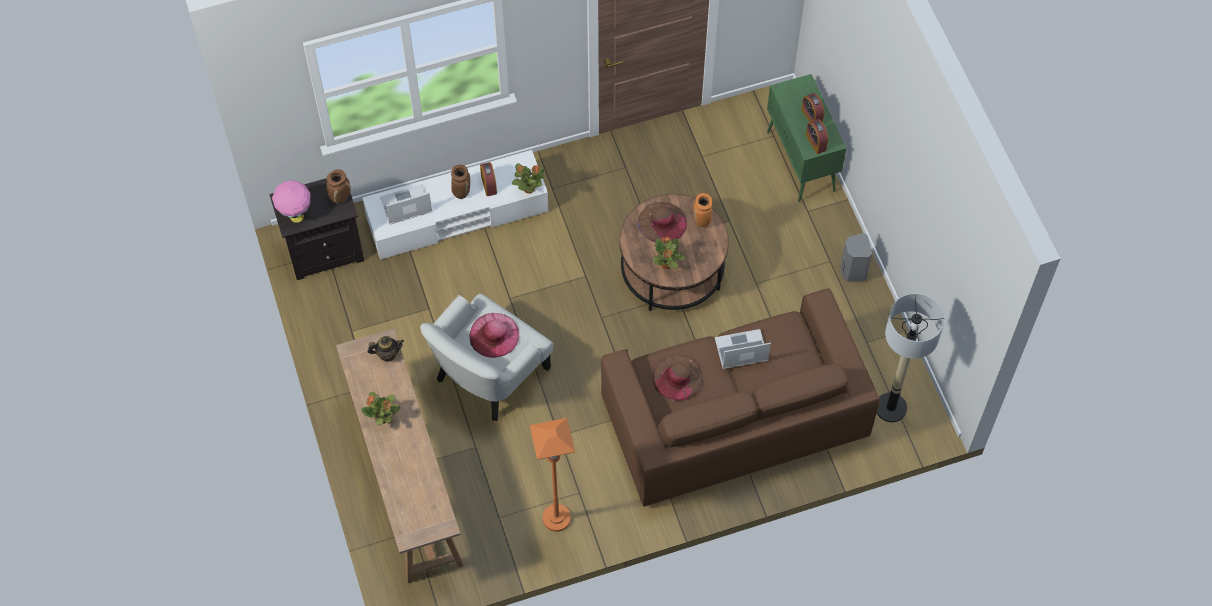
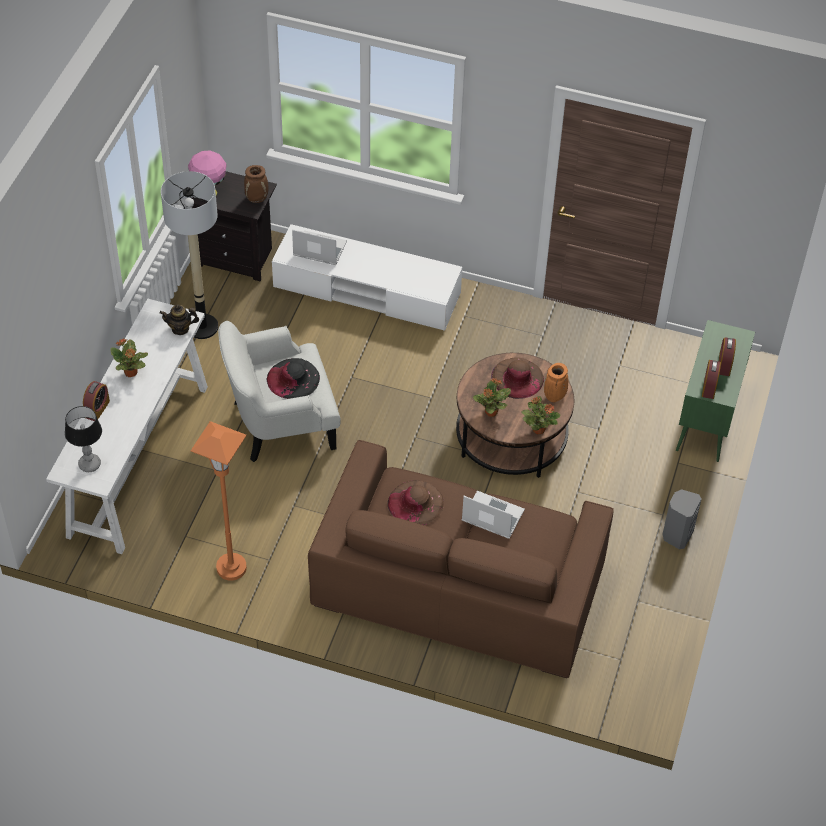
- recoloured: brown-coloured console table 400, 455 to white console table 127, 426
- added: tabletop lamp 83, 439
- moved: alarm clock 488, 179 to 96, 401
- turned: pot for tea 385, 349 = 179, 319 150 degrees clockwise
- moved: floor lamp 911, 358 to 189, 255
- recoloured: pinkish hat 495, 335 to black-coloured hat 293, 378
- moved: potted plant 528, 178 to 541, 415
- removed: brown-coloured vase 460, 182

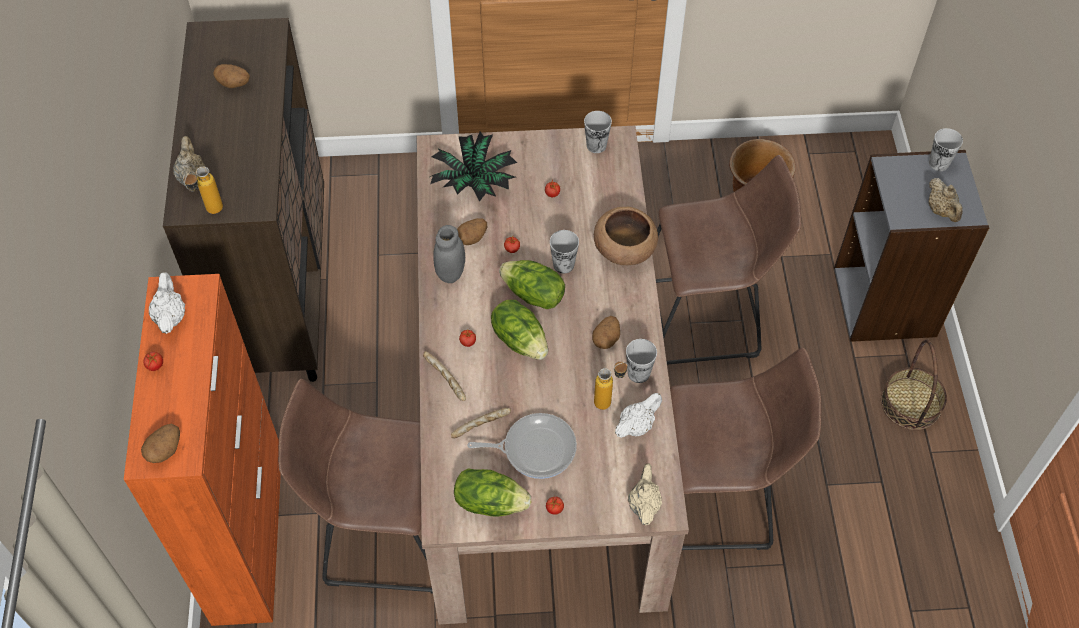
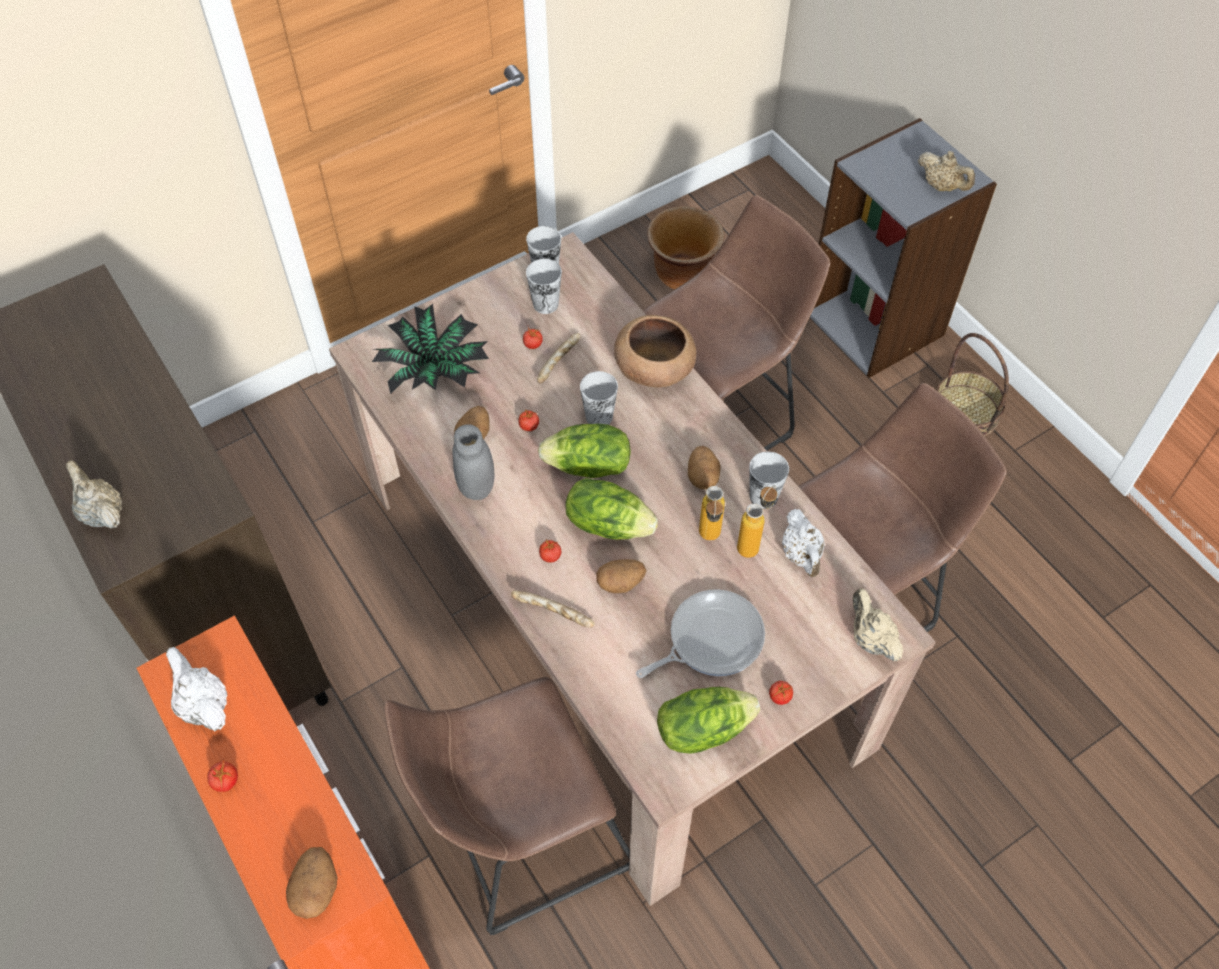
- moved: drinking cup 946, 149 to 544, 286
- moved: bakery bread 481, 423 to 558, 358
- moved: whole potato 231, 76 to 621, 576
- moved: beverage bottle 203, 190 to 712, 513
- turned: white pot for tea 638, 415 = 803, 543 150 degrees clockwise

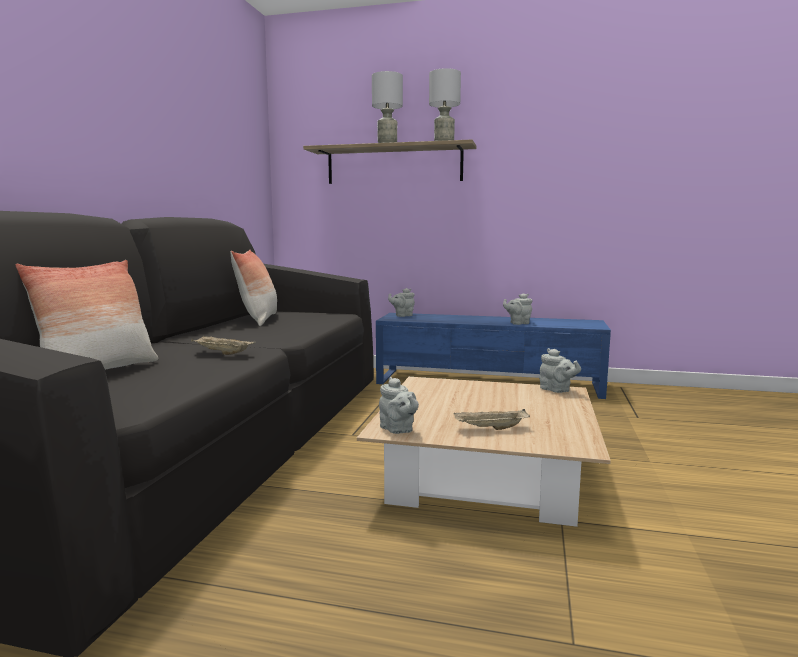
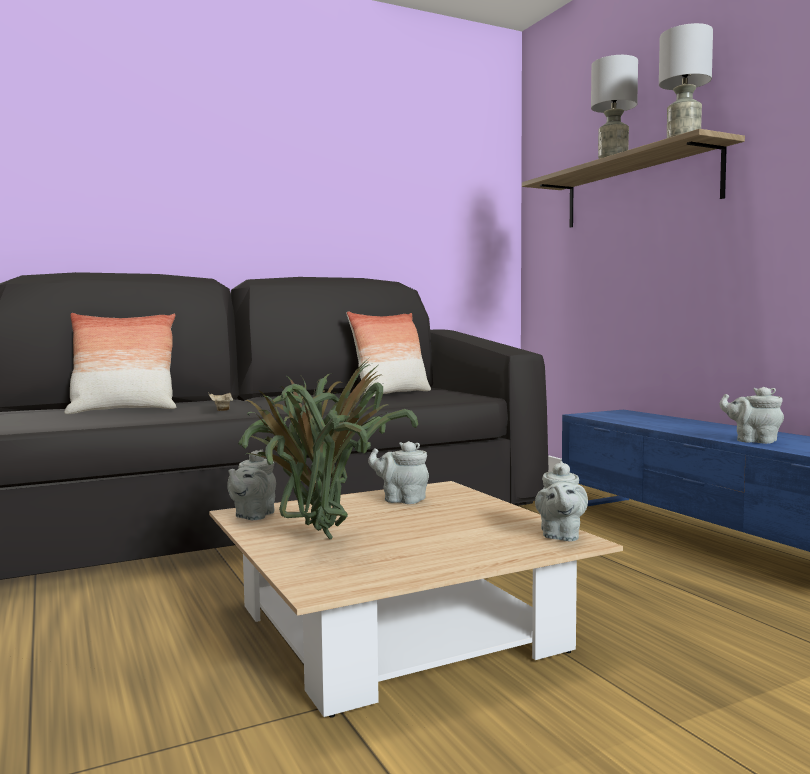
- replaced: beige tray 491, 419 to potted plant 328, 449
- moved: gray pot for tea 401, 302 to 398, 472

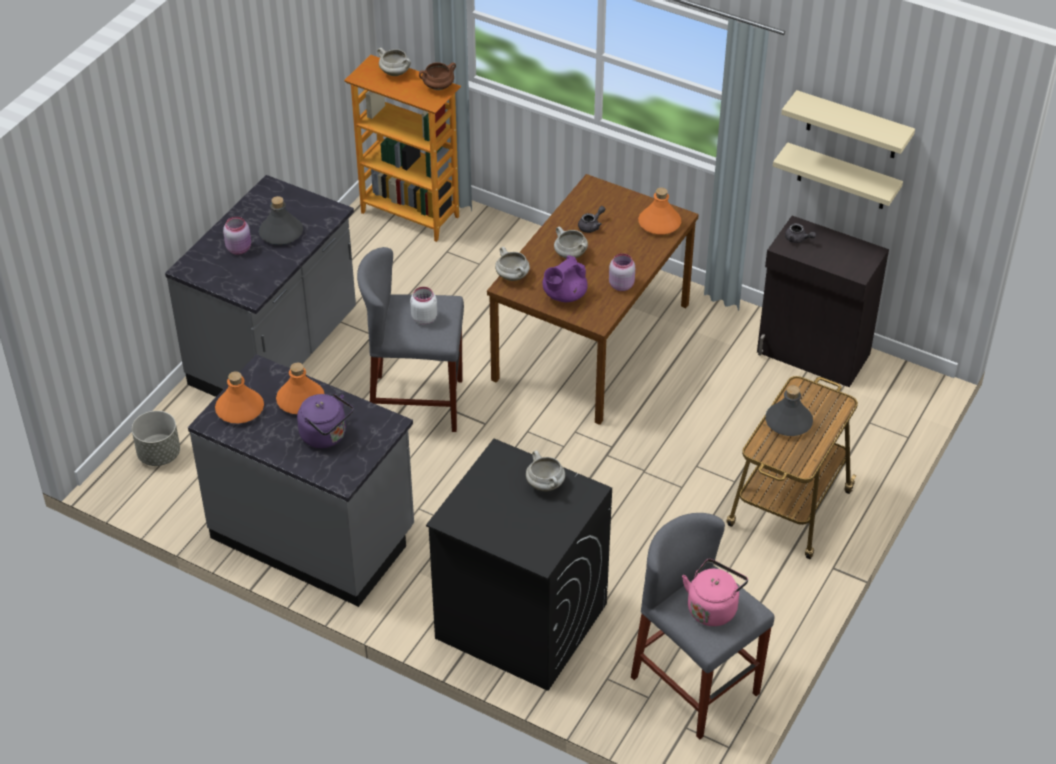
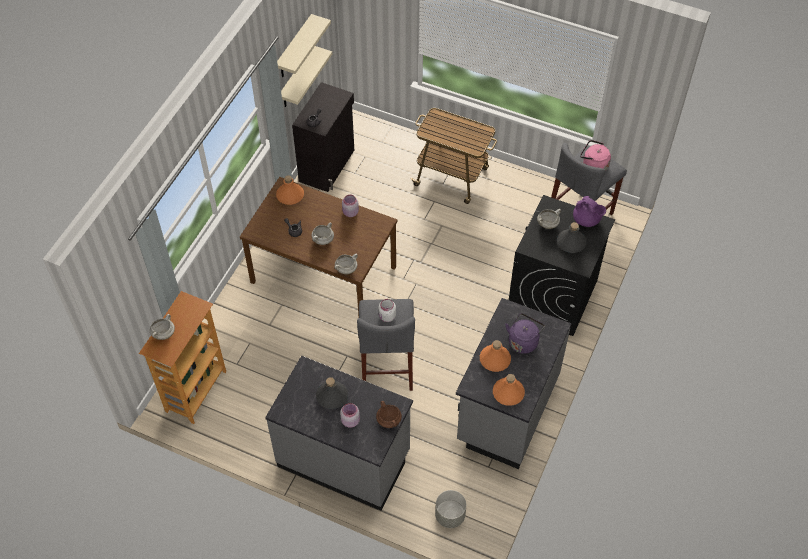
- moved: brown-coloured saucepot 437, 76 to 389, 414
- moved: gray beverage bottle 789, 410 to 572, 237
- moved: purple-coloured pot for tea 565, 278 to 589, 211

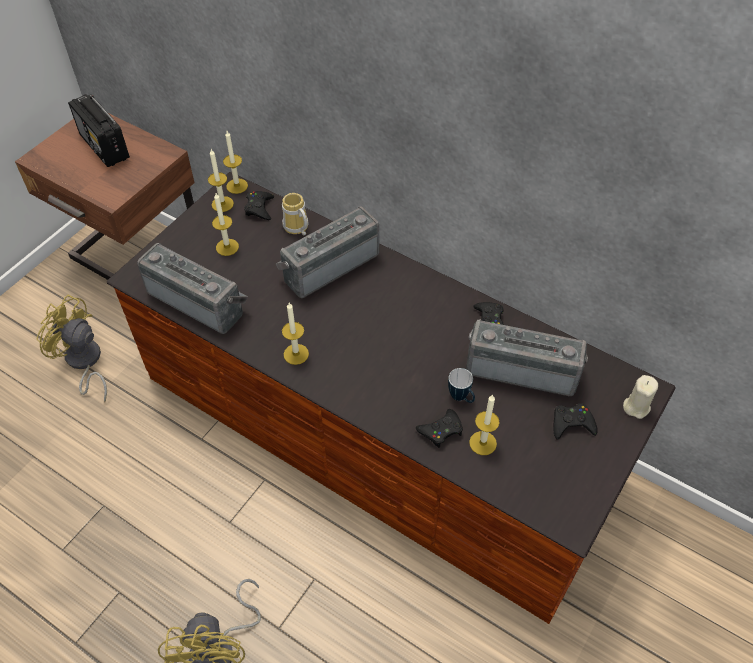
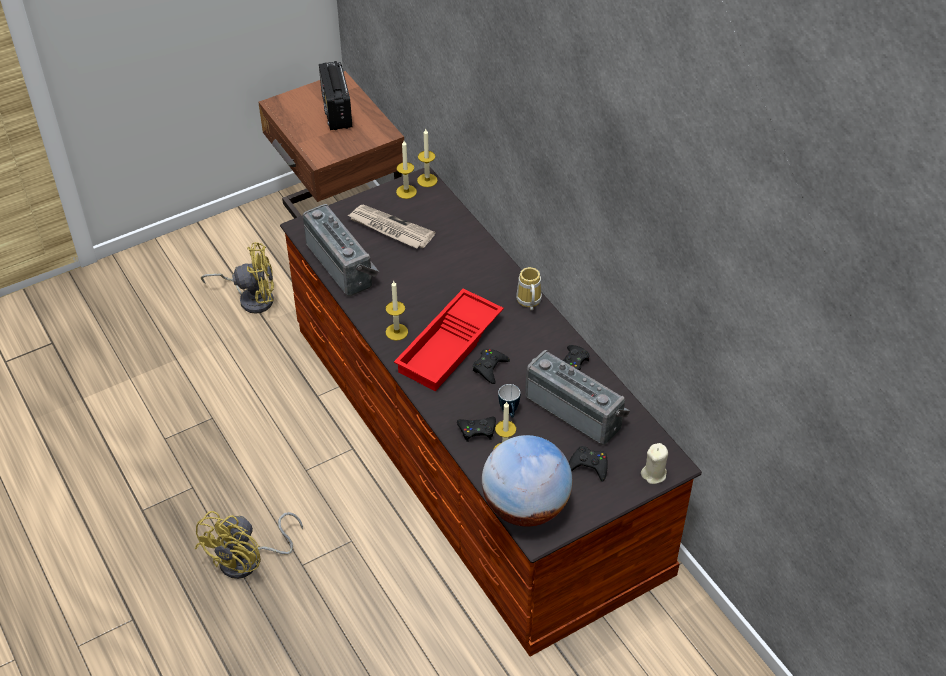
- turned: yellow electric fan 72, 348 = 237, 278 120 degrees clockwise
- replaced: candle 225, 224 to newspaper 391, 227
- added: red tray 449, 340
- moved: black-coloured joypad 259, 205 to 491, 366
- added: globe 527, 481
- moved: mug 295, 214 to 529, 288
- removed: radio set 327, 252

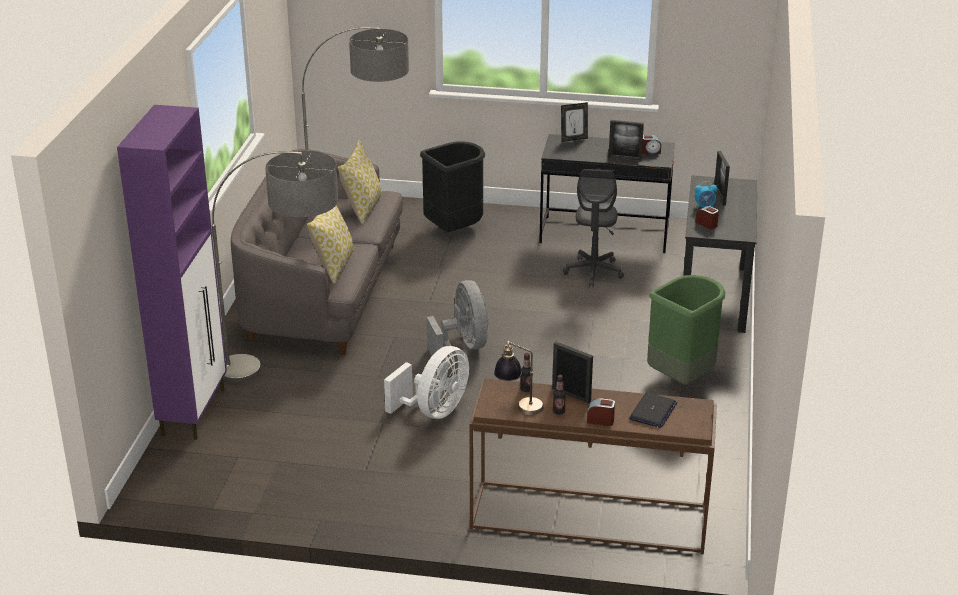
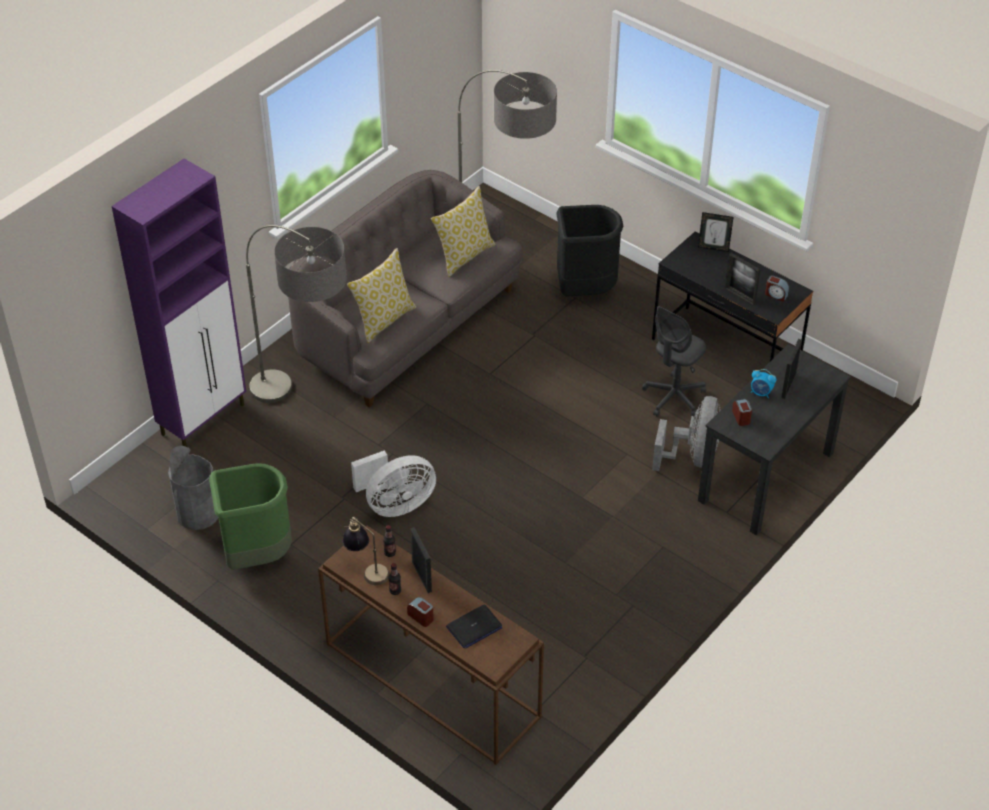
- added: gray waste bin 193, 488
- moved: greenish waste bin 686, 330 to 250, 516
- moved: gray electric fan 458, 323 to 686, 433

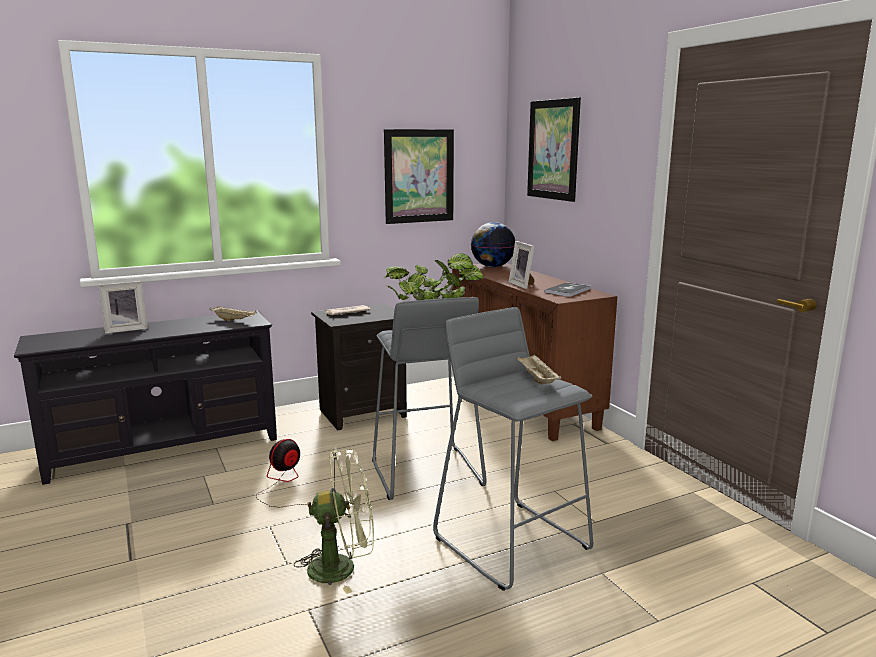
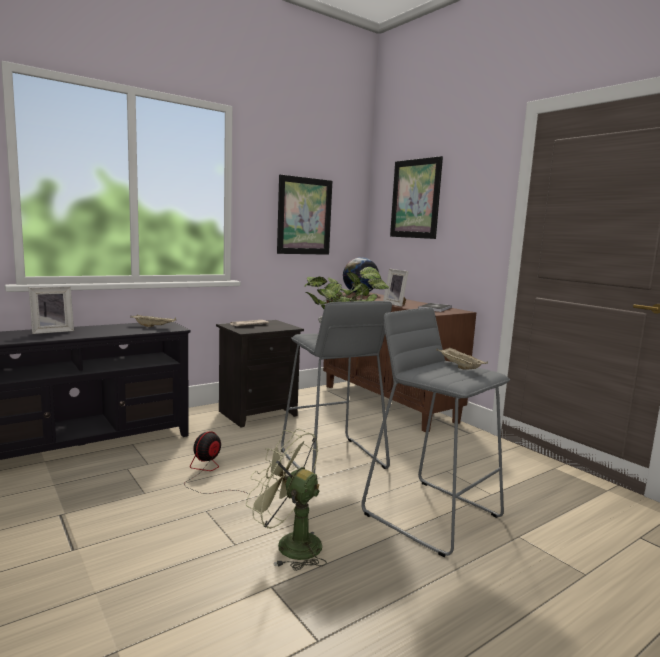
- turned: greenish electric fan 334, 521 = 286, 500 135 degrees counterclockwise

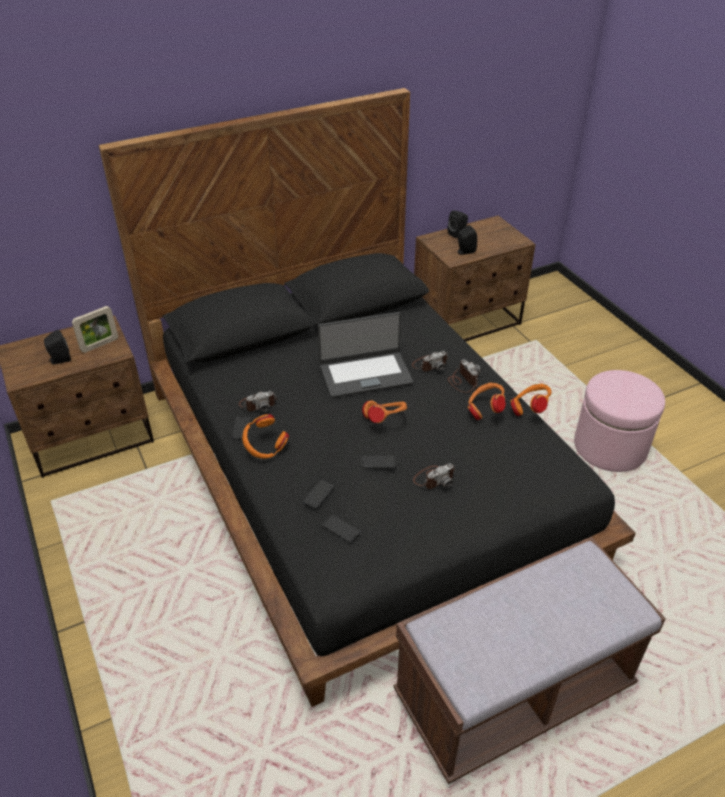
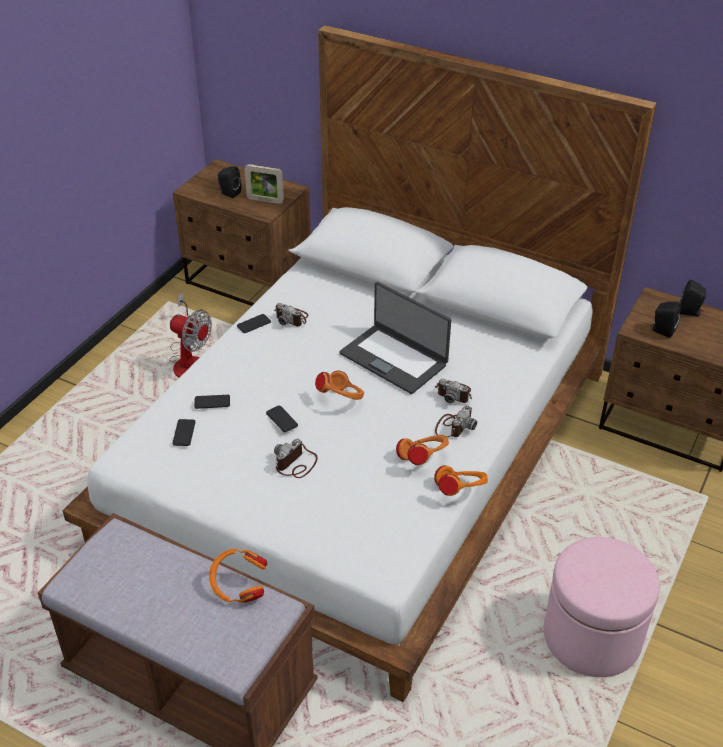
- recoloured: black-coloured bed 367, 397 to white bed 360, 363
- added: electric fan 190, 335
- moved: orangey headset 265, 436 to 238, 576
- turned: photo camera 434, 476 = 296, 458 105 degrees clockwise

